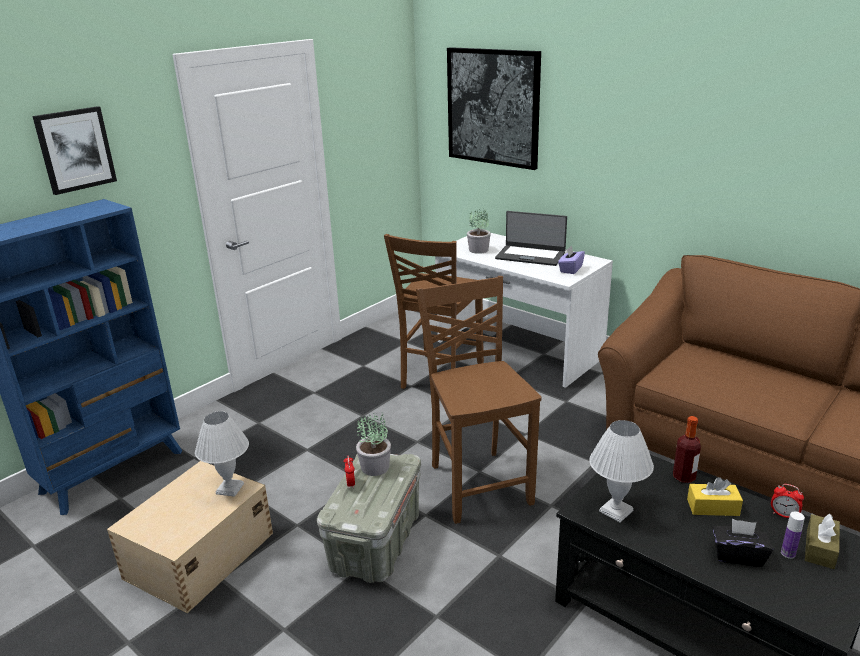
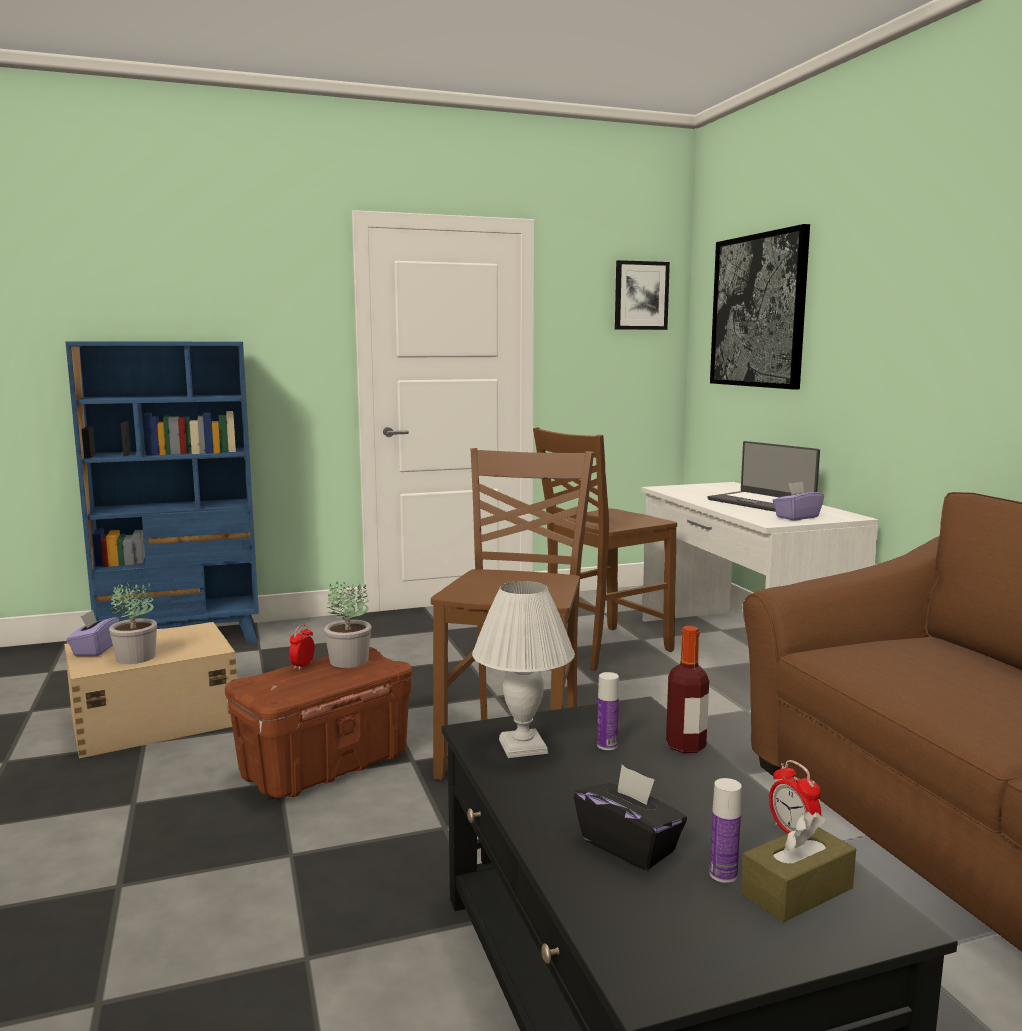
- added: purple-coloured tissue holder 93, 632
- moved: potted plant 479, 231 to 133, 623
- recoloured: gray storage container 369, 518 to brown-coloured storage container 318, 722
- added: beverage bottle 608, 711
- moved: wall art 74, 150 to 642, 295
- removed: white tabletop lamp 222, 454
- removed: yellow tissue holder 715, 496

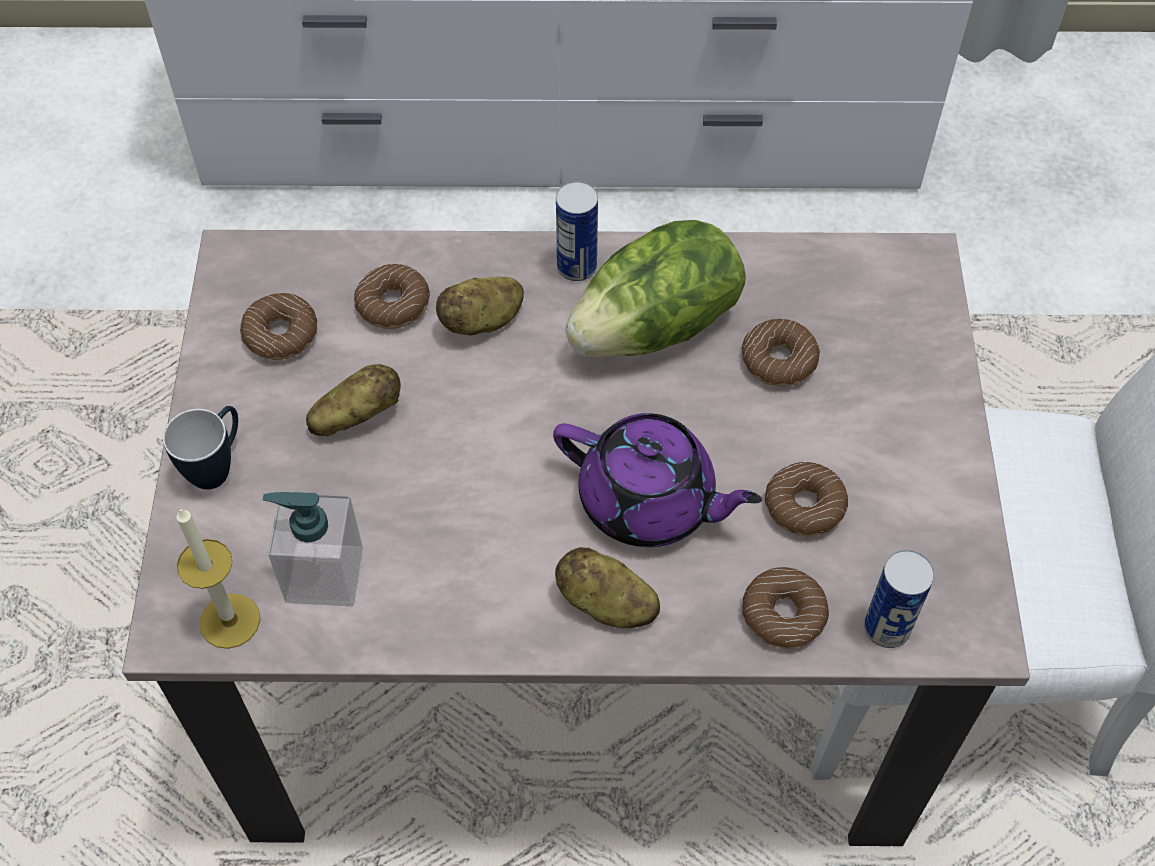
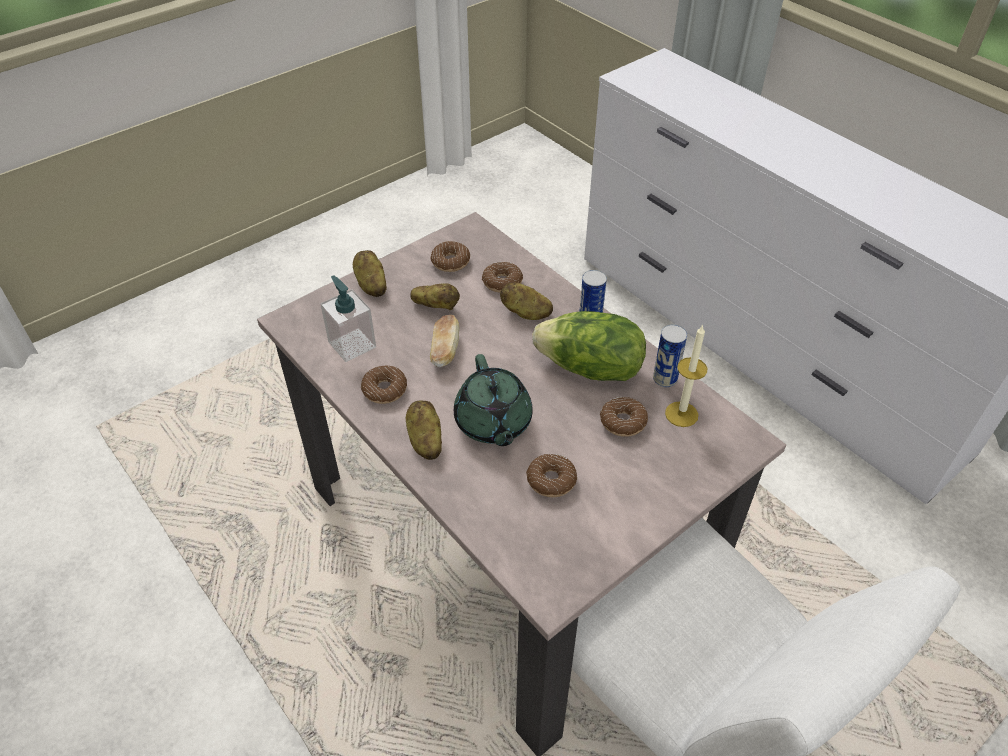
- replaced: mug 200, 448 to whole potato 370, 273
- moved: ring doughnut 785, 607 to 384, 385
- added: bakery bread 444, 341
- recoloured: purple-coloured pot for tea 657, 480 to greenish pot for tea 493, 400
- moved: can 899, 599 to 670, 356
- moved: candle 218, 578 to 686, 375

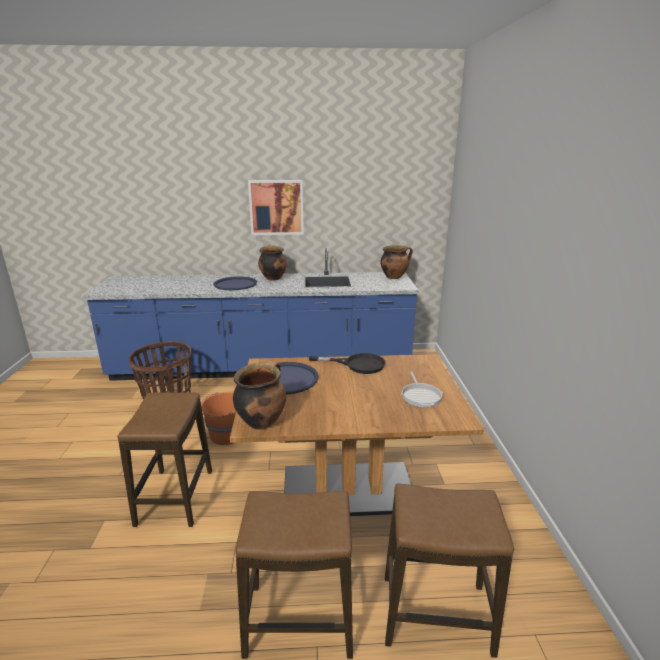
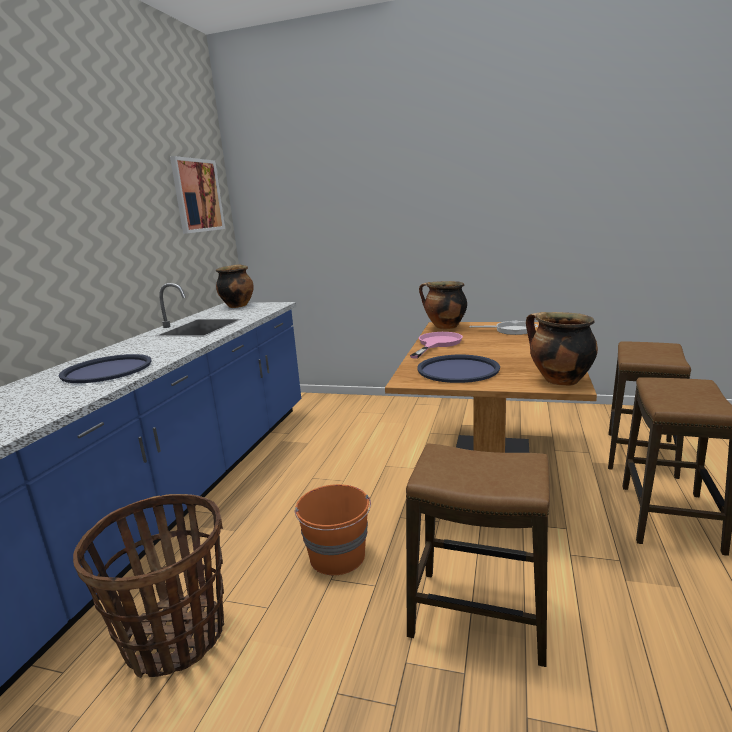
- moved: wall art 276, 207 to 197, 195
- recoloured: black-coloured frying pan 347, 363 to pinkish frying pan 436, 345
- moved: saucepot 272, 263 to 443, 305

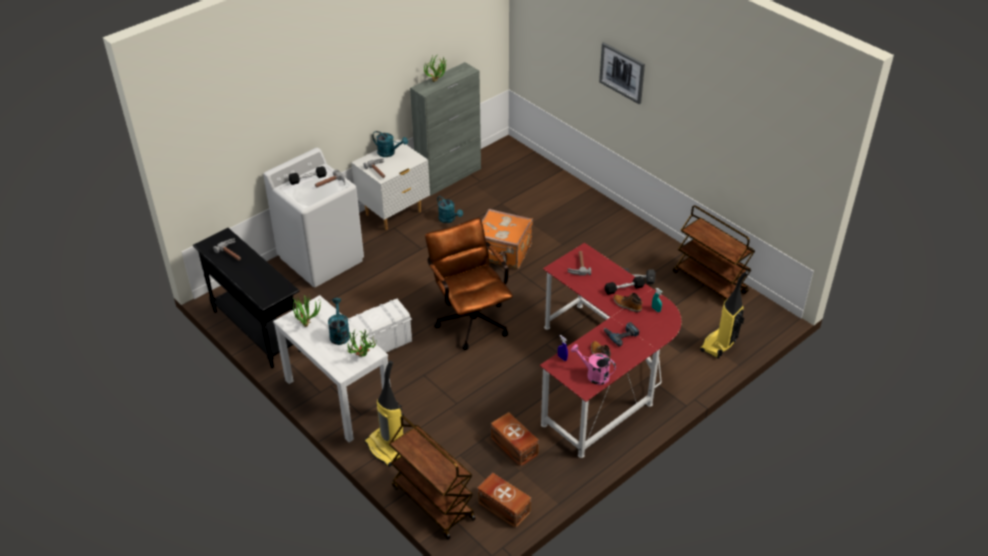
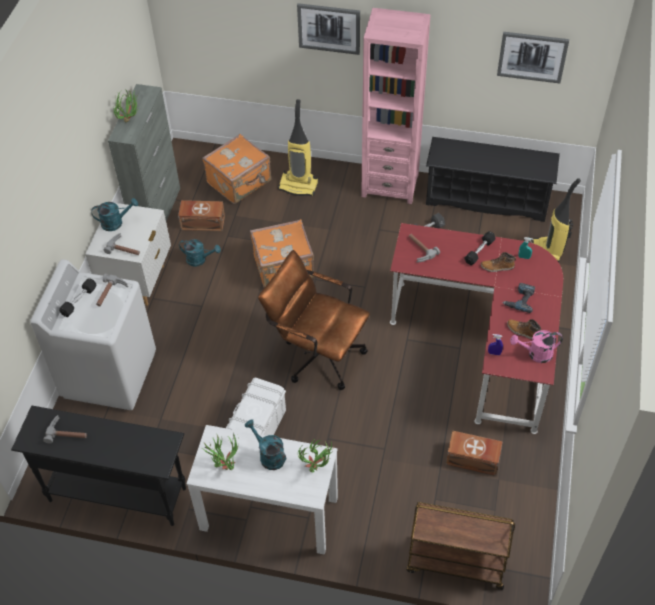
- moved: brown-coloured storage container 504, 500 to 201, 215
- added: orangey travel case 236, 169
- moved: hoover 384, 414 to 298, 147
- added: pinkish bookshelf 396, 106
- replaced: brown-coloured wheeled cart 714, 253 to black-coloured shoe rack 493, 179
- added: wall art 533, 57

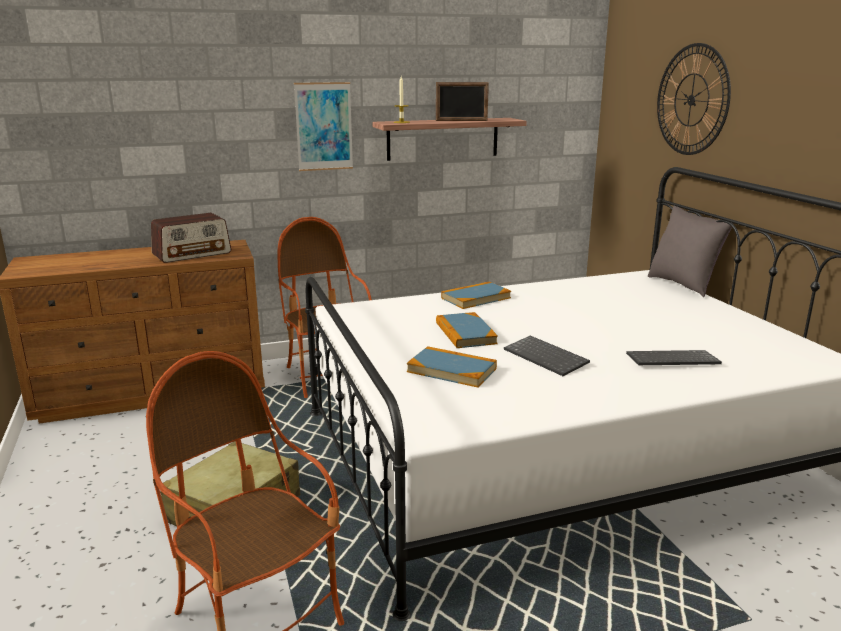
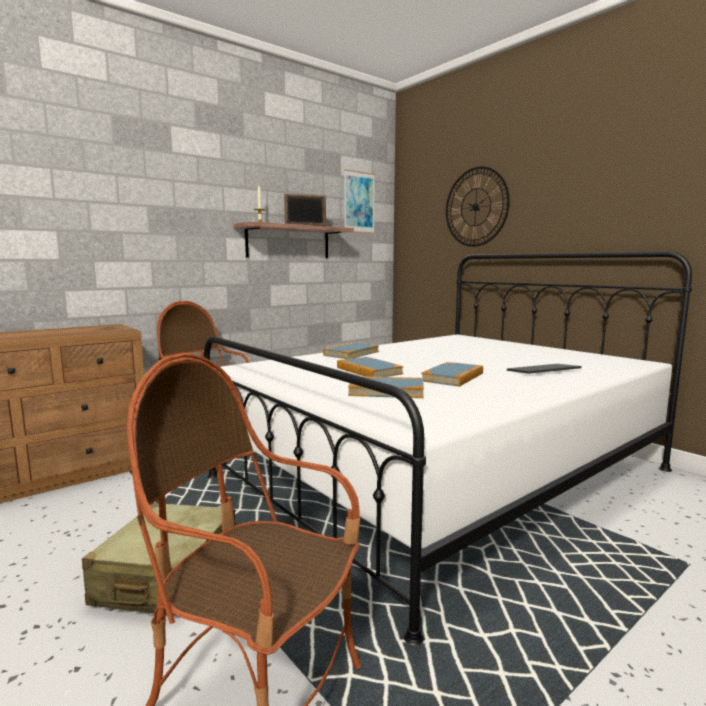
- moved: wall art 323, 126 to 359, 201
- replaced: PC keyboard 547, 356 to book 452, 374
- removed: radio set 191, 238
- removed: gray cushion 691, 251

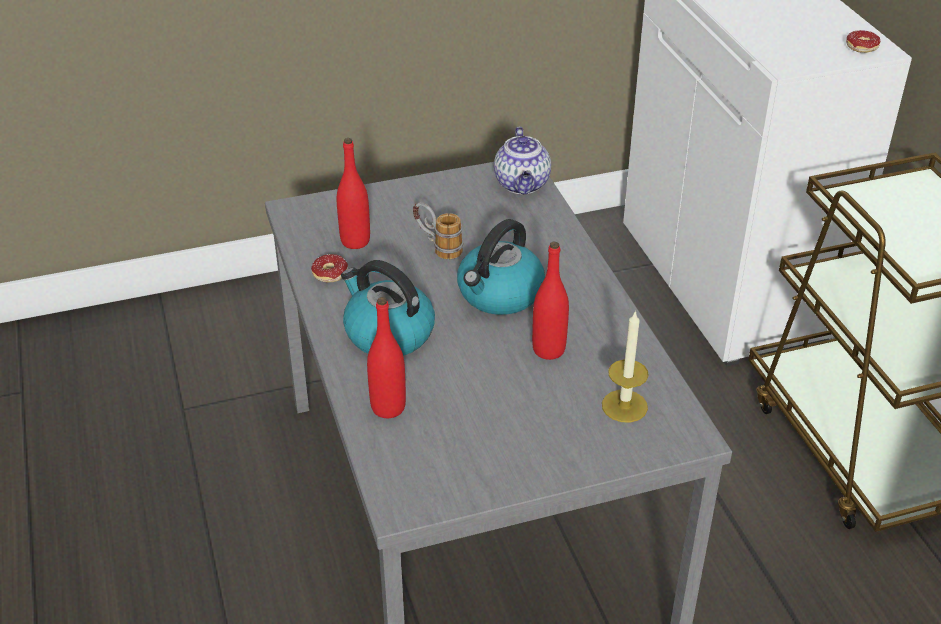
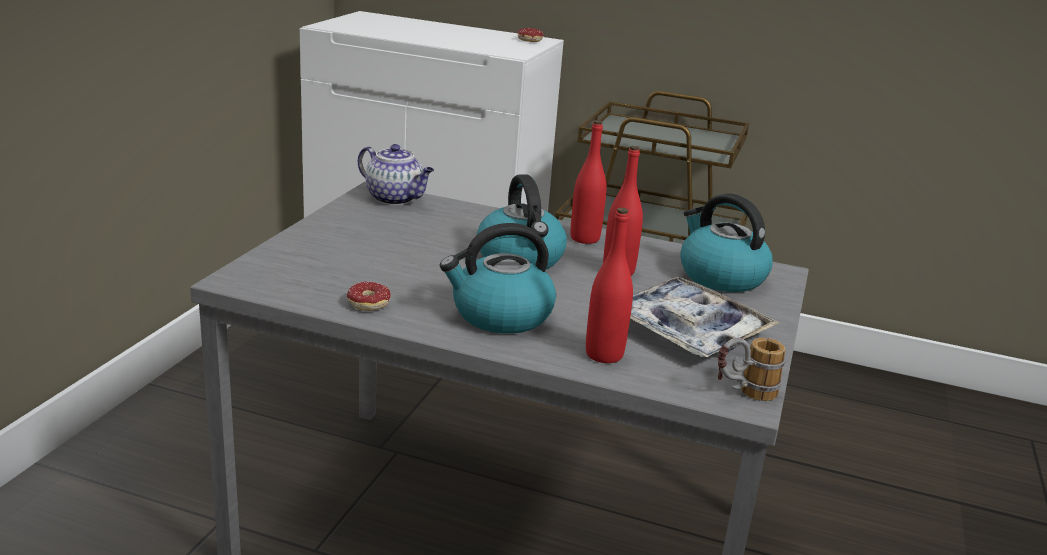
- moved: red beverage bottle 353, 193 to 589, 182
- added: tray 705, 317
- replaced: candle 625, 366 to tea kettle 726, 242
- moved: mug 438, 230 to 752, 369

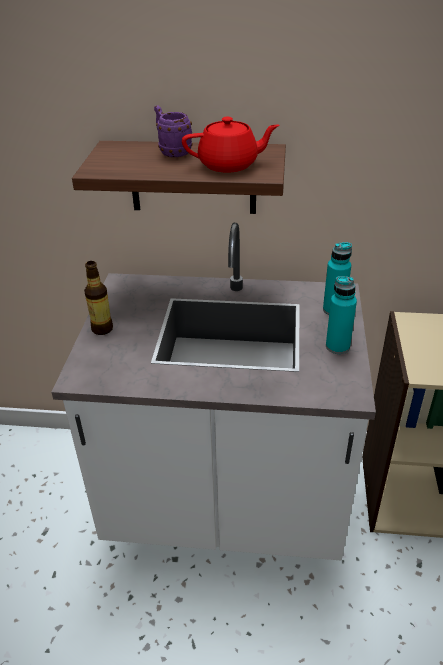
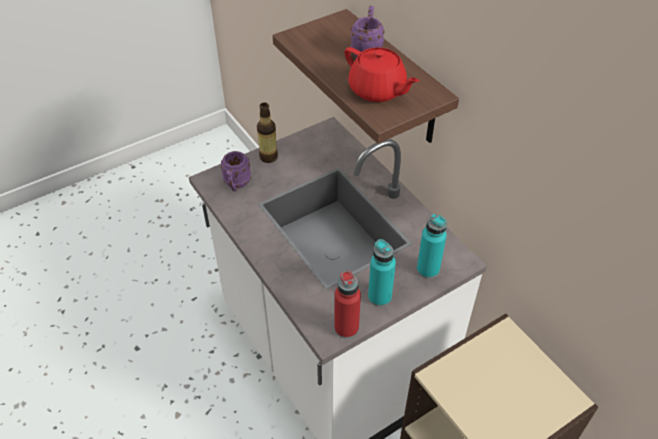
- added: purple-coloured mug 236, 171
- added: red beverage bottle 347, 304

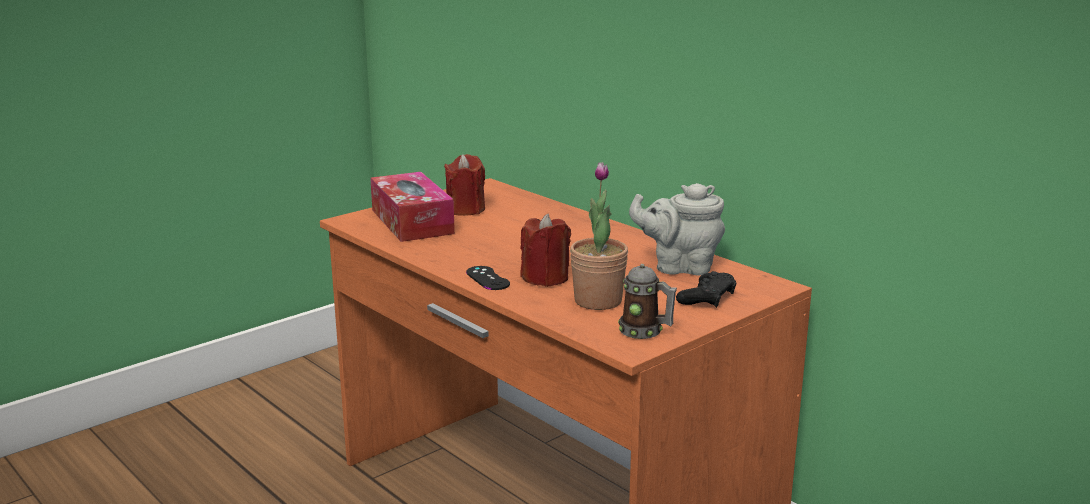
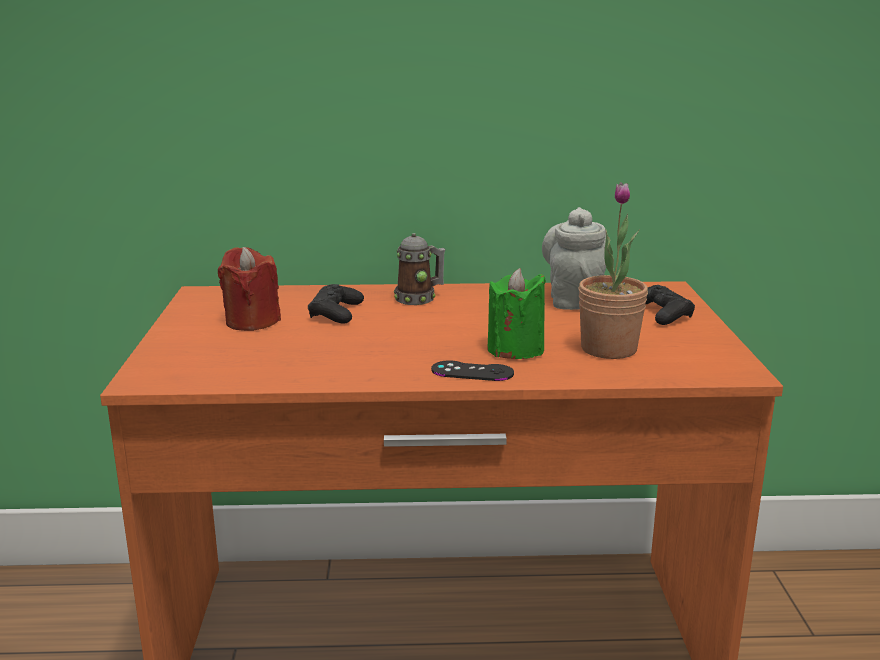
- added: black-coloured joypad 336, 303
- moved: mug 647, 301 to 419, 269
- recoloured: red candle 545, 250 to greenish candle 516, 313
- turned: gray pot for tea 677, 229 = 574, 258 135 degrees clockwise
- removed: tissue holder 412, 207

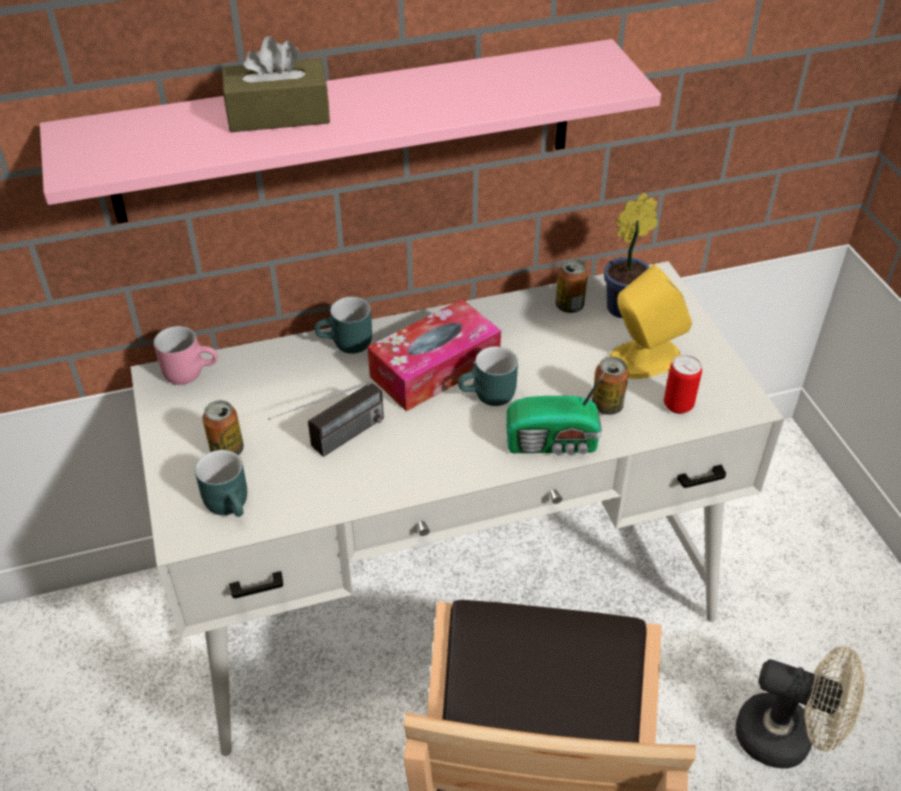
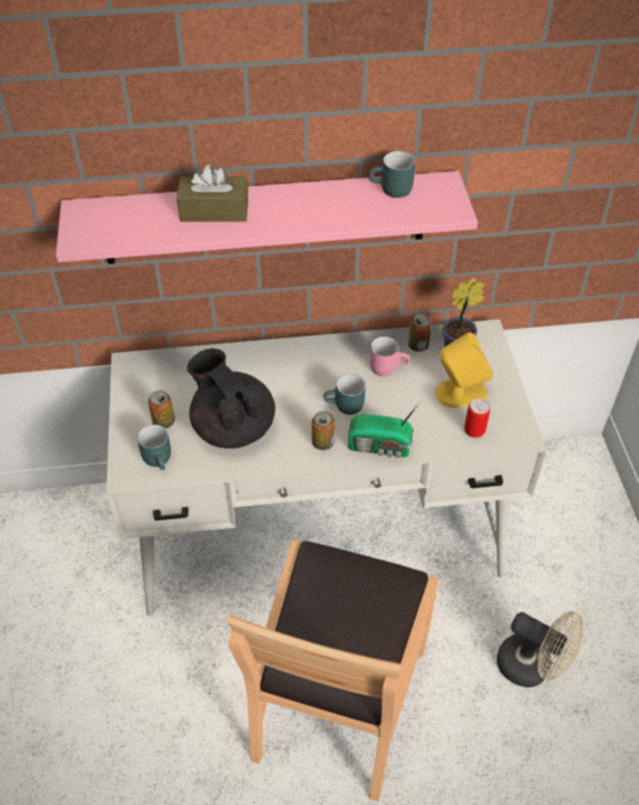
- replaced: radio set 326, 419 to black-coloured pot for tea 231, 398
- moved: can 610, 386 to 323, 430
- moved: turquoise mug 343, 325 to 392, 174
- moved: pinkish mug 186, 355 to 390, 356
- removed: tissue holder 434, 355

